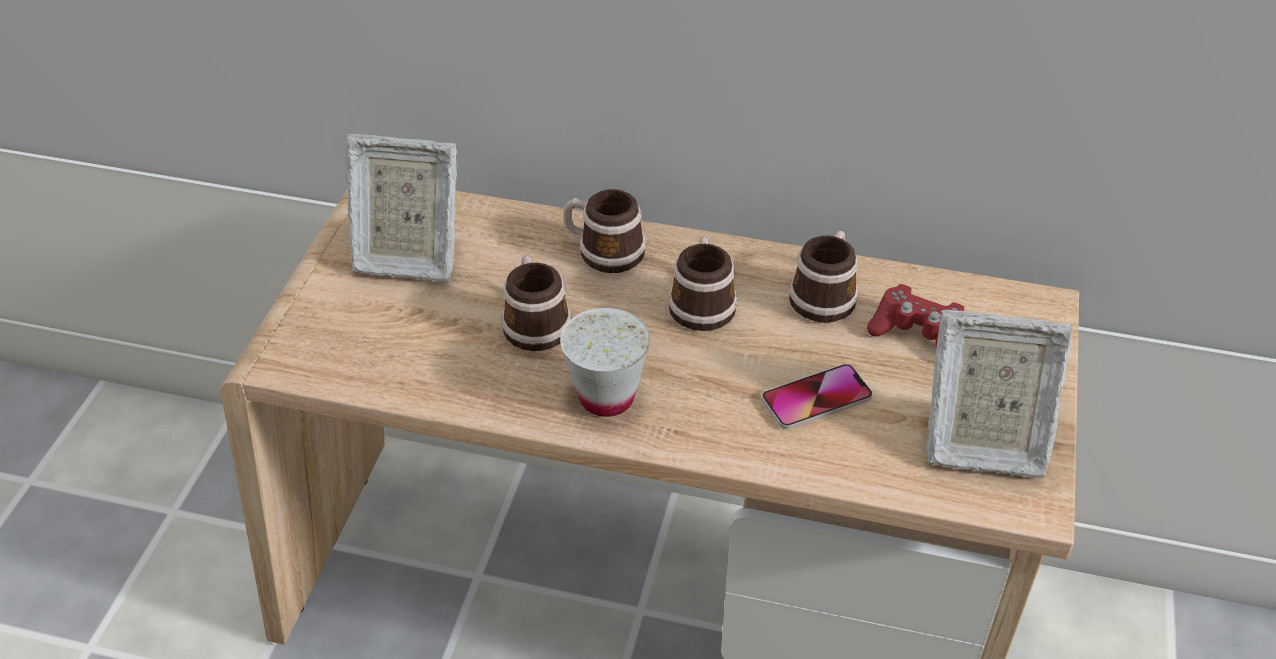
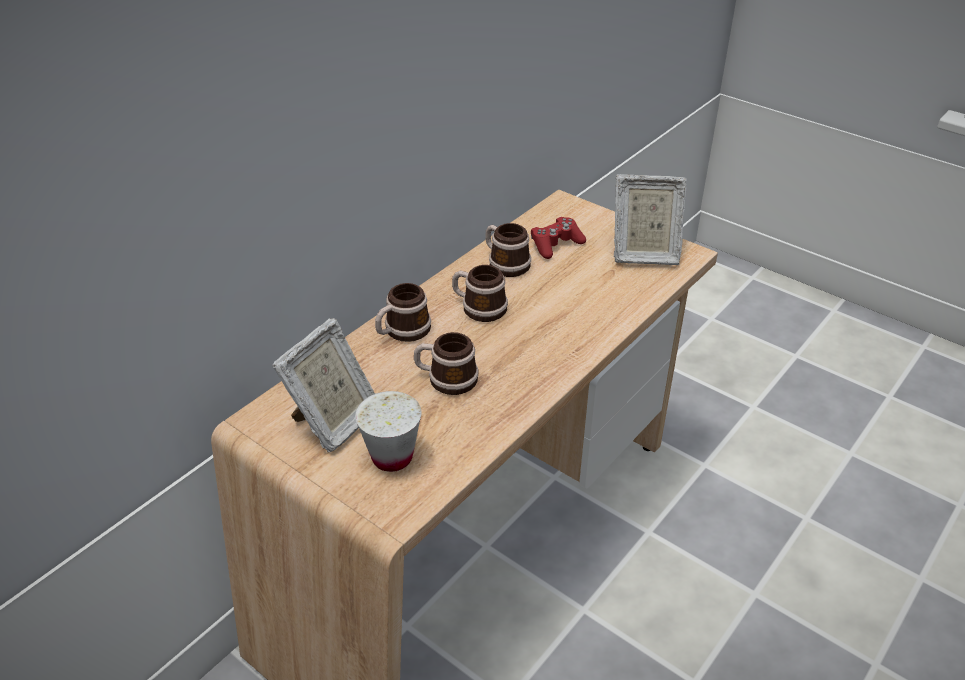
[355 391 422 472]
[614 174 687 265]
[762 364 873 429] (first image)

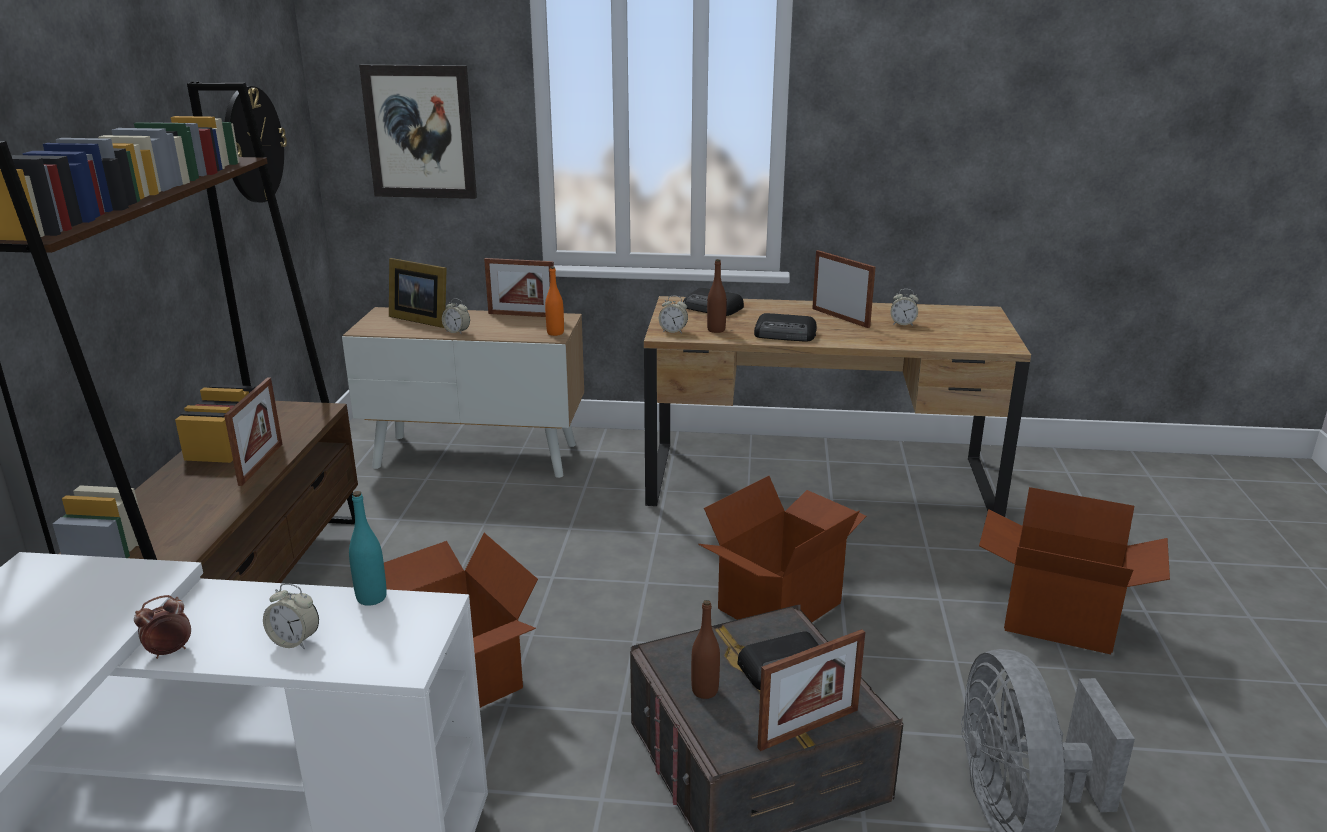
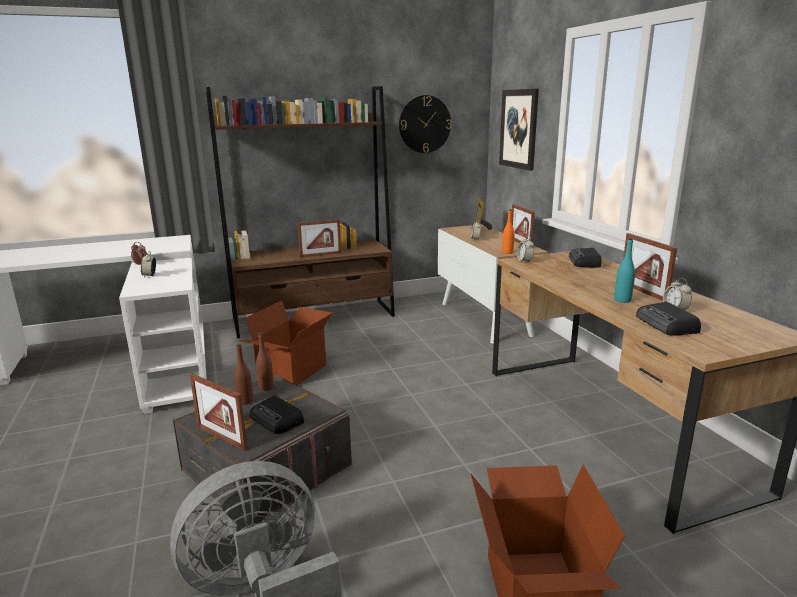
[623 233 677 301]
[256 333 274 391]
[636 302 701 336]
[698 476 866 622] (first image)
[614 238 635 303]

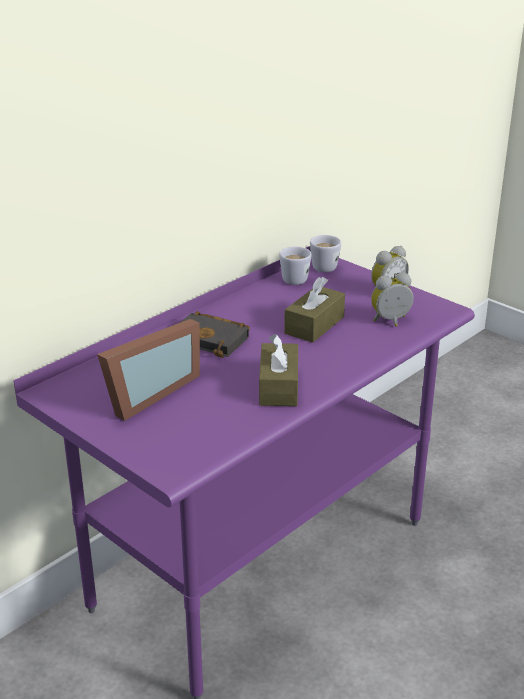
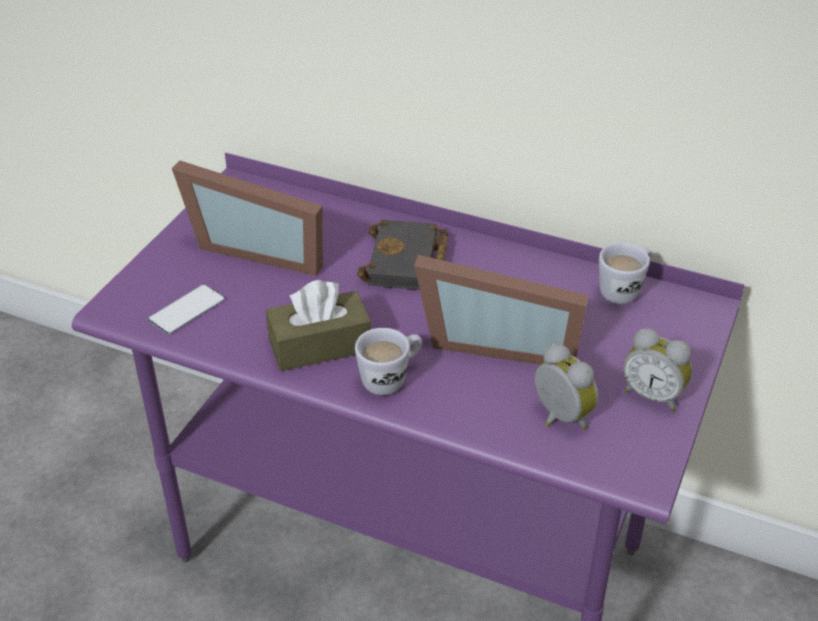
[355 328 422 395]
[414 255 588 365]
[147 284 225 334]

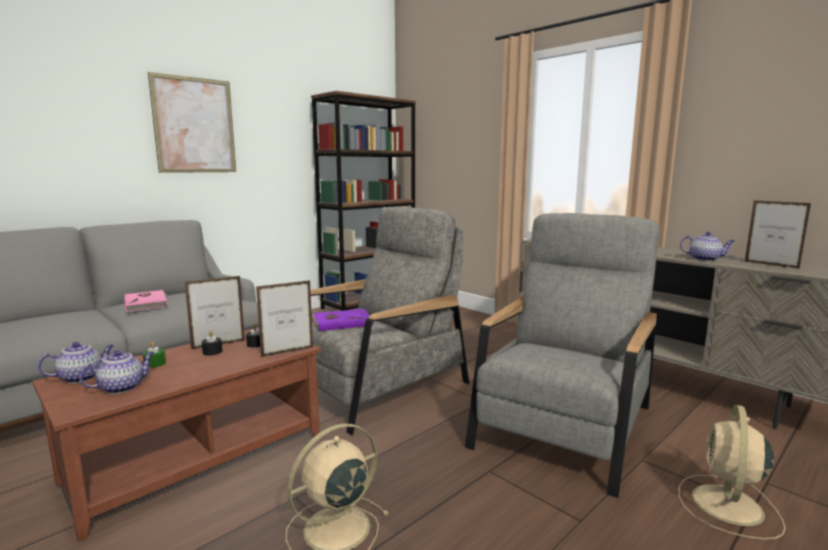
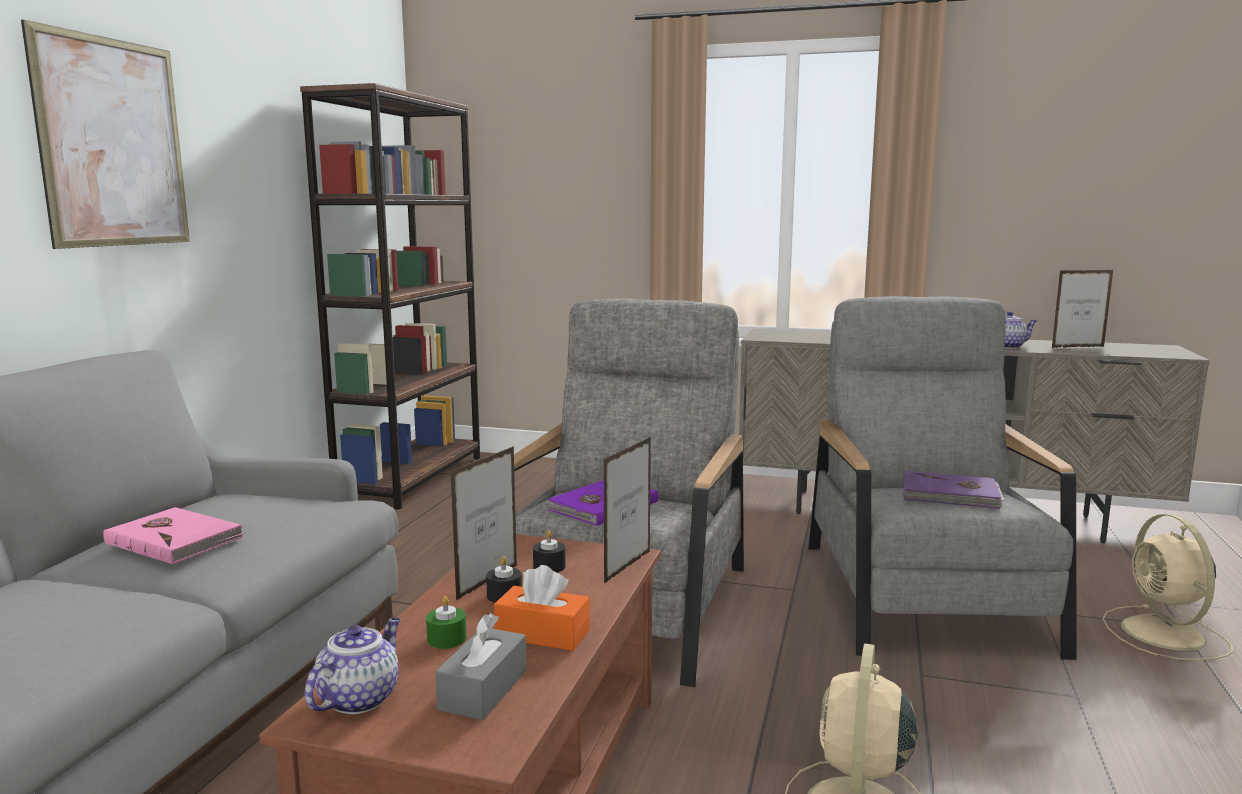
[1051 270 1113 348]
[435 613 527 720]
[903 471 1004 509]
[494 565 590 651]

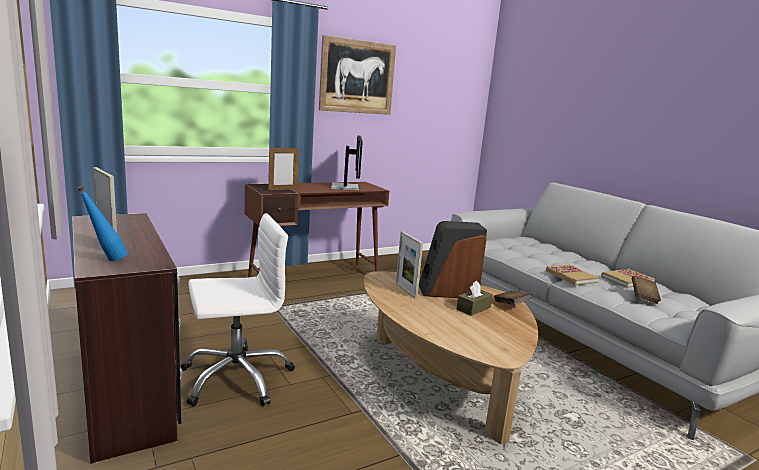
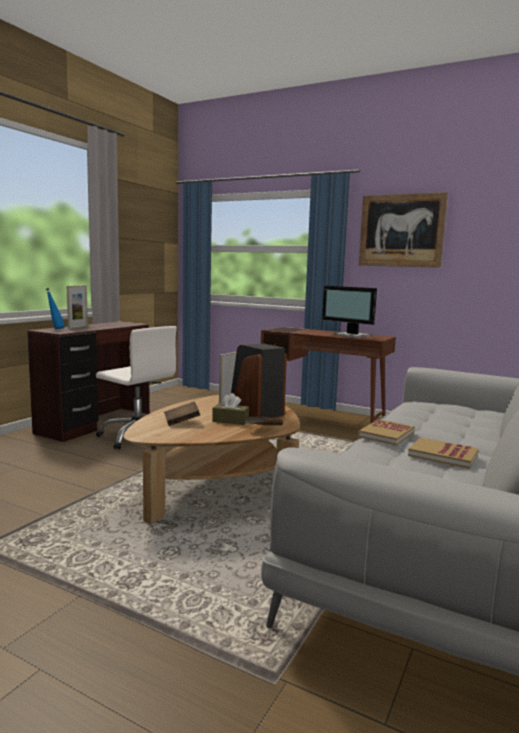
[322 286 377 338]
[268 148 299 190] (first image)
[164 402 200 426]

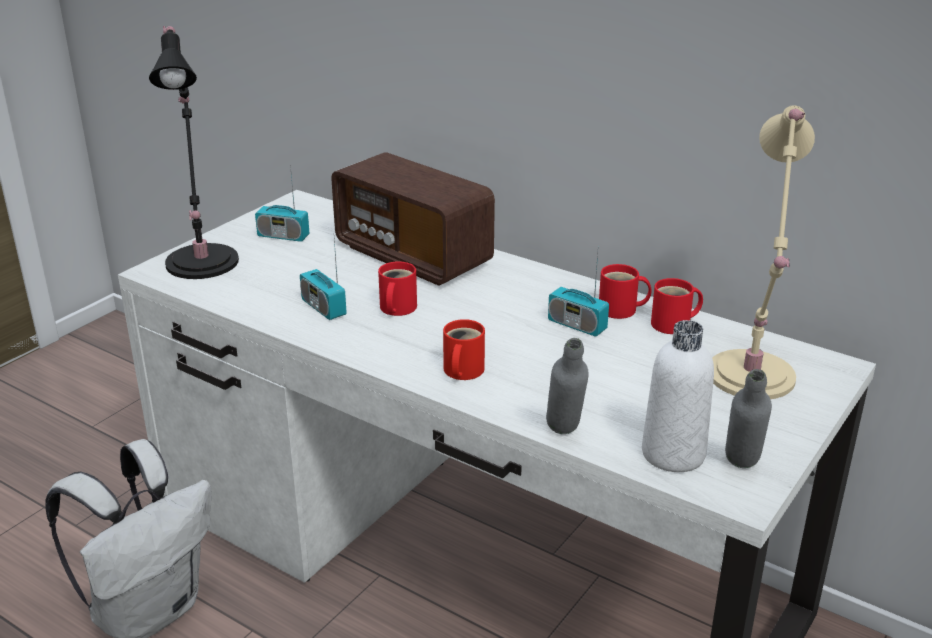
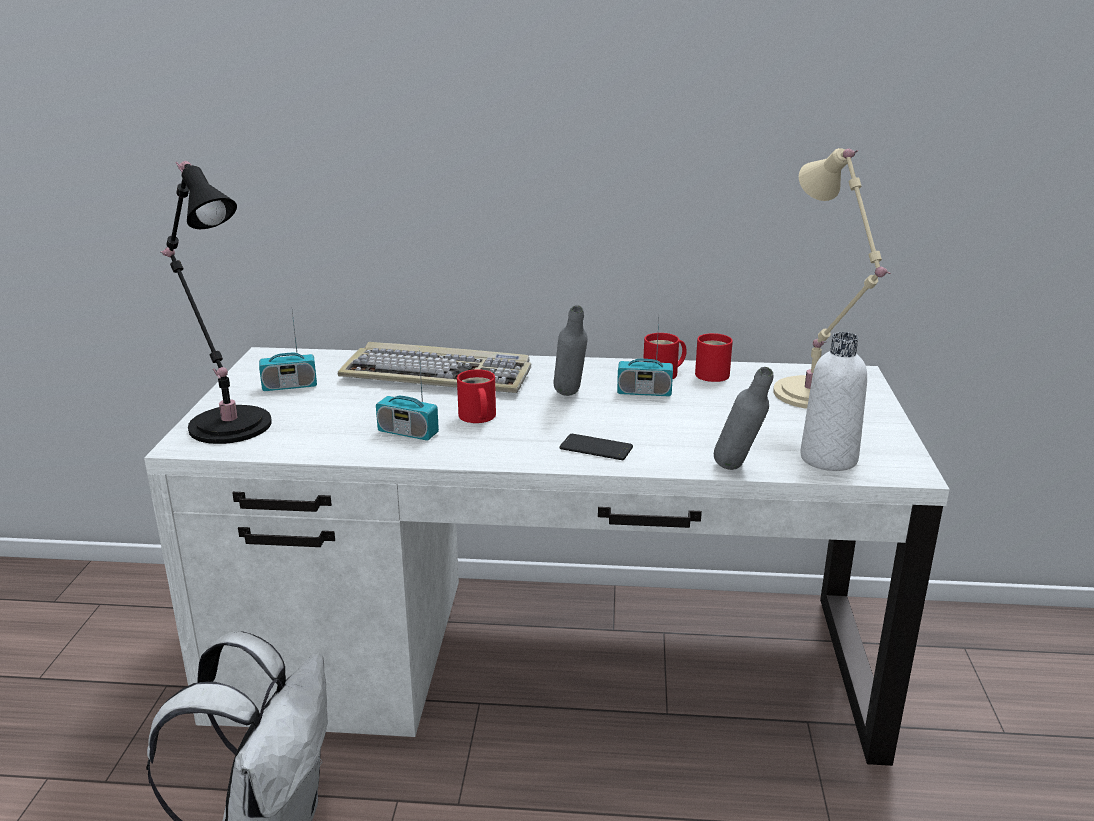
[338 342 531 393]
[559 434 633 460]
[554 305 588 396]

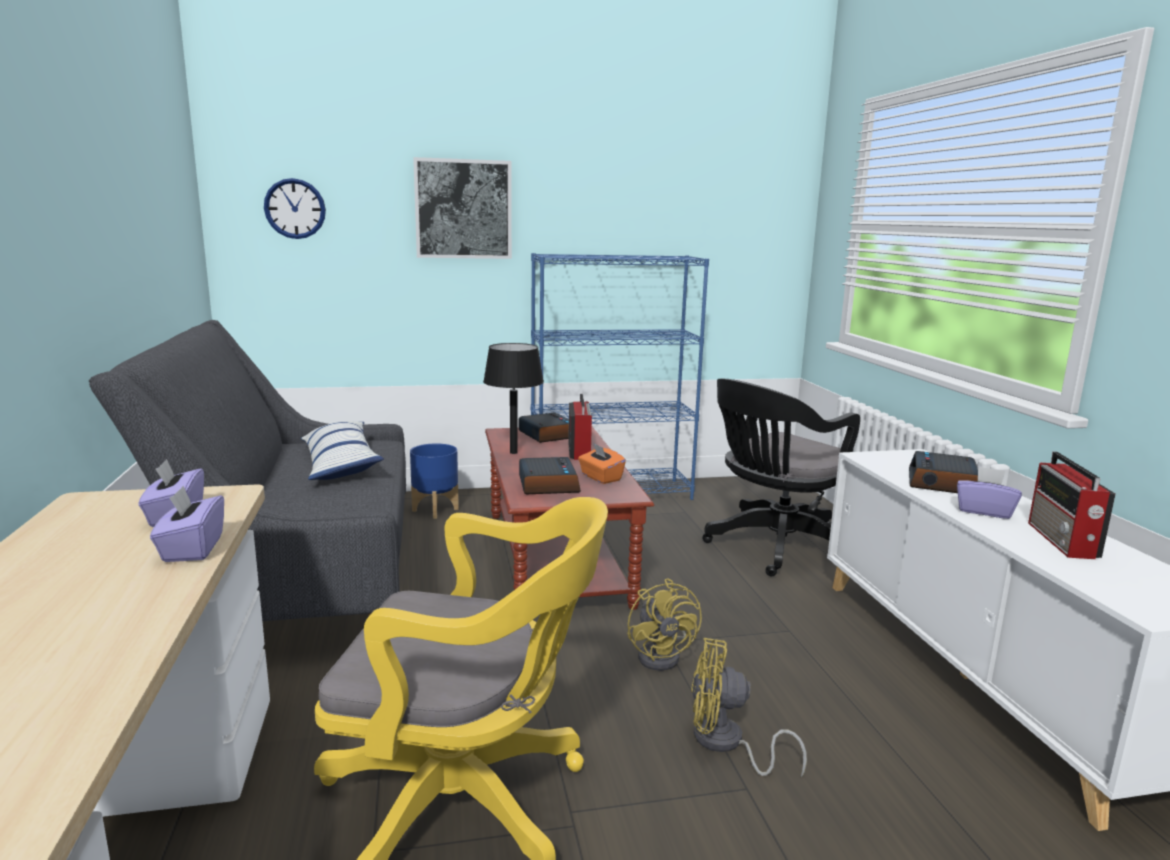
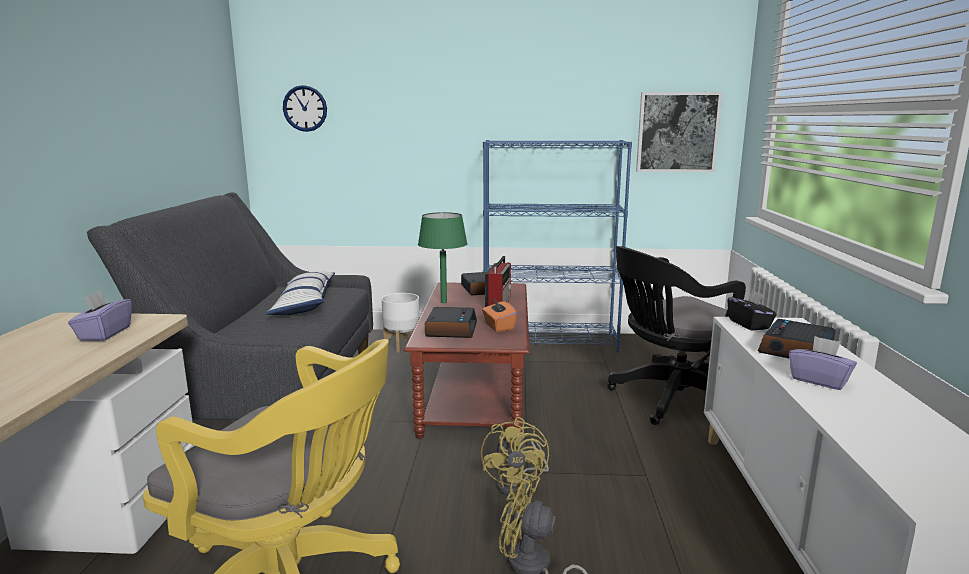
[636 92 722 172]
[418 212 467 303]
[382 293 420 353]
[1028 452 1116 559] (first image)
[150 486 224 562] (first image)
[727 290 777 331]

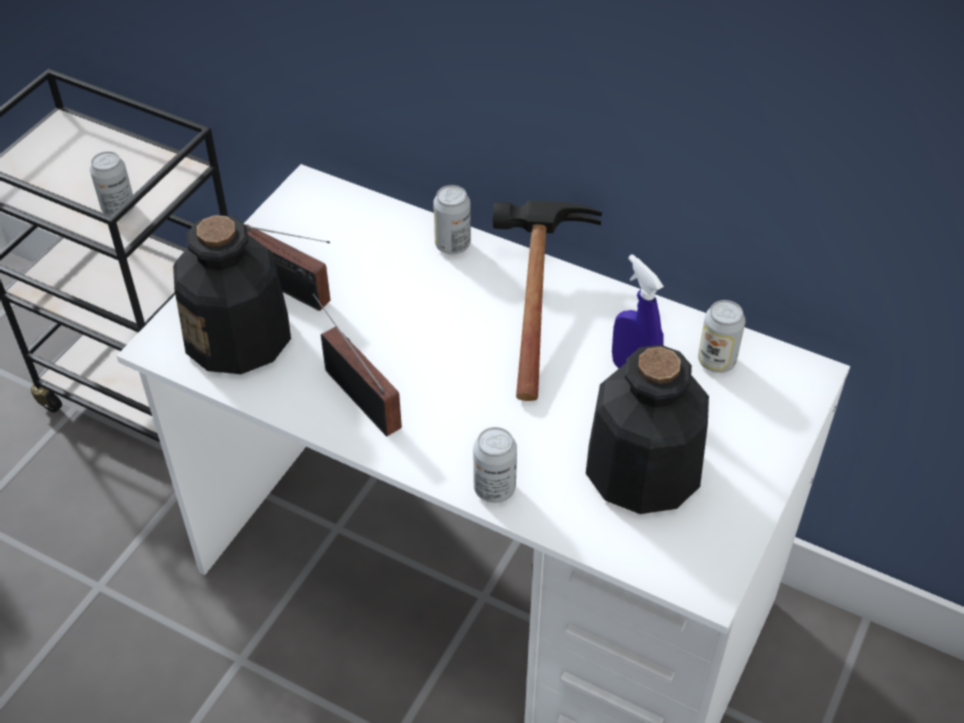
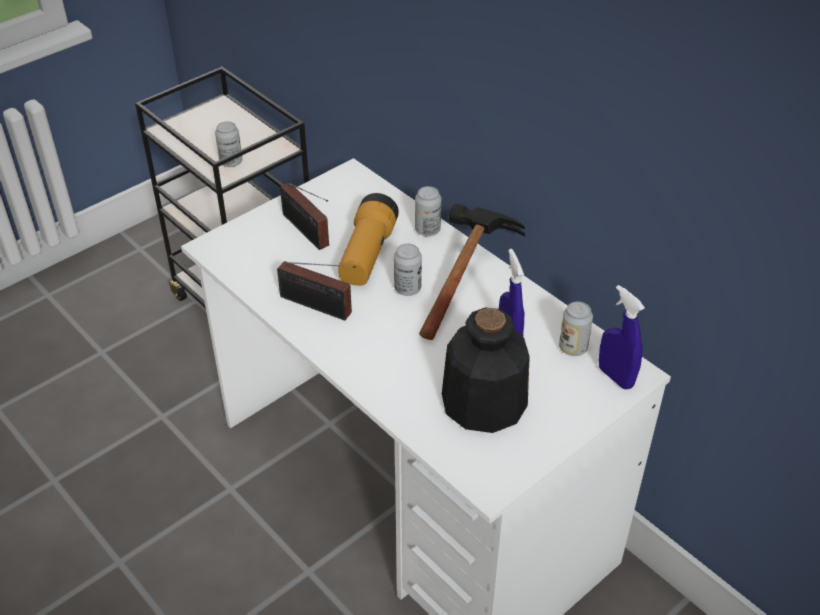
[173 215 291 374] (first image)
[277 261 356 320]
[394 244 422 296]
[338 193 399 286]
[599 285 645 390]

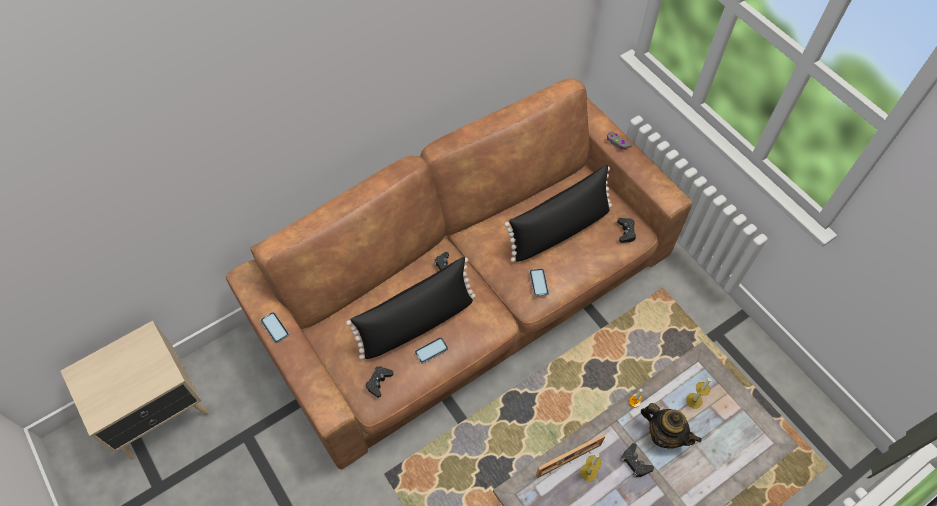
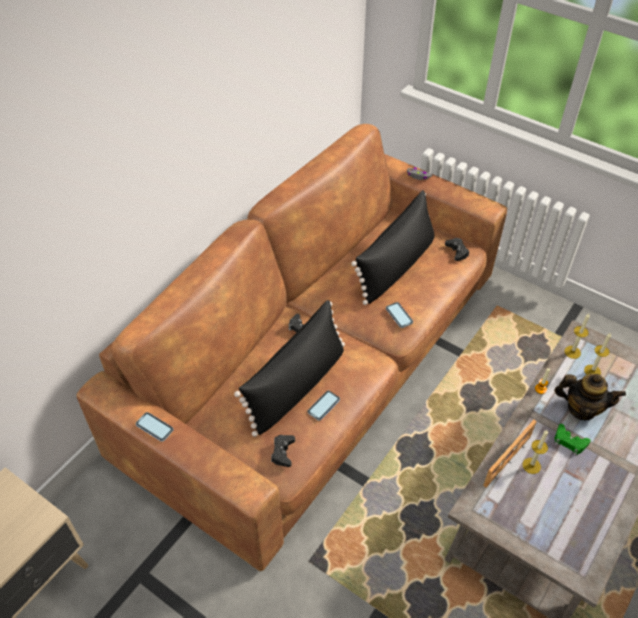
[554 424 591 455]
[564 313 590 359]

